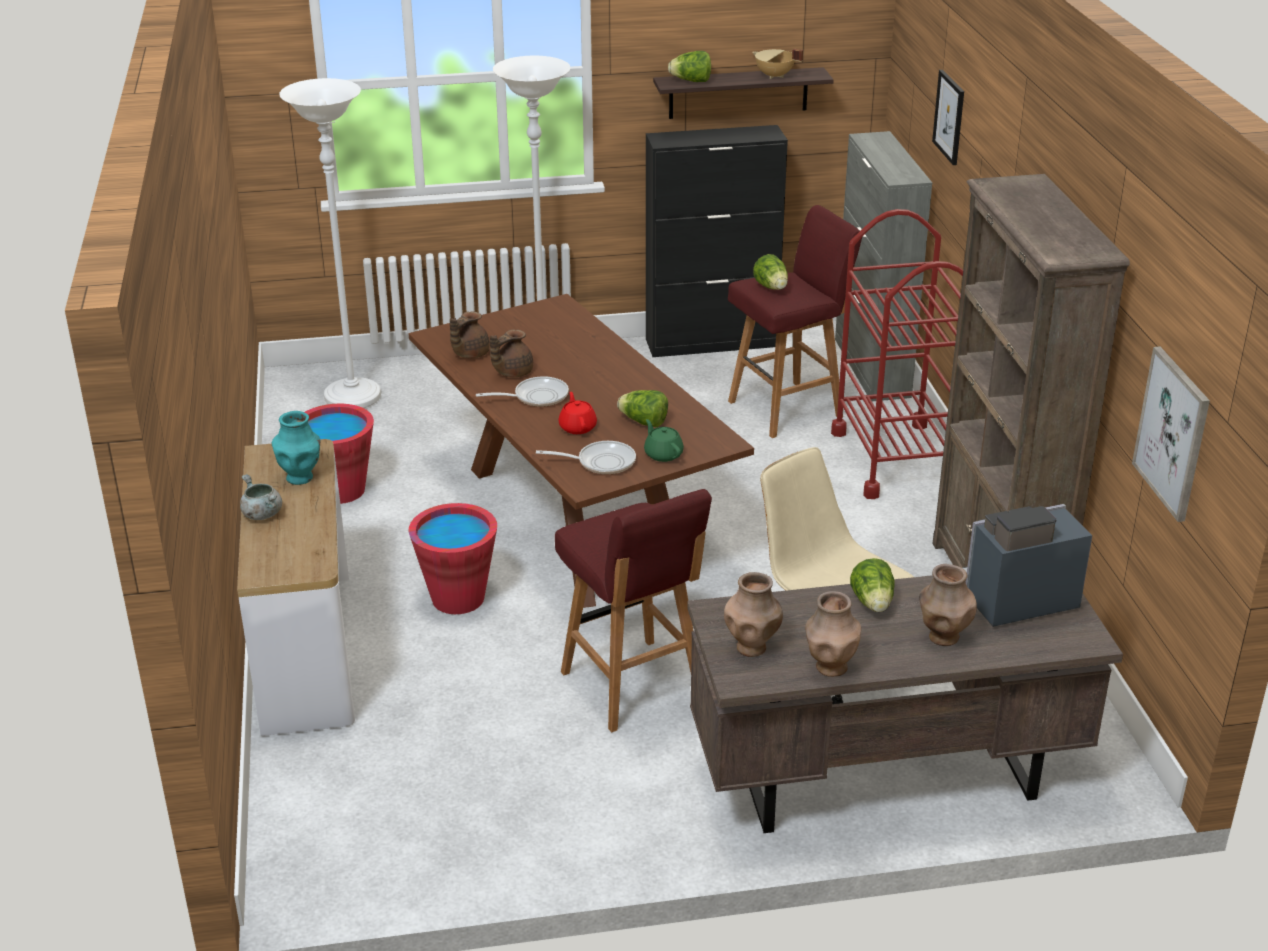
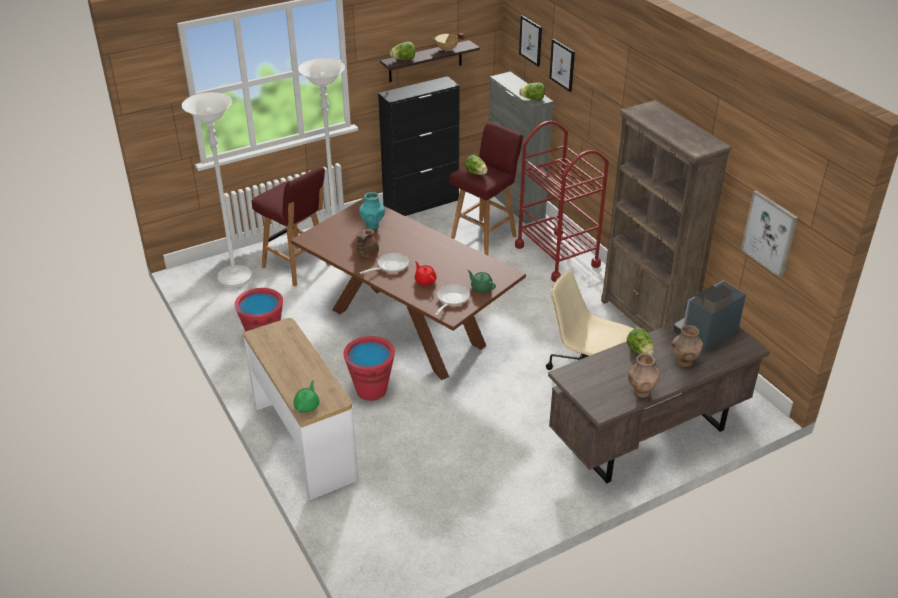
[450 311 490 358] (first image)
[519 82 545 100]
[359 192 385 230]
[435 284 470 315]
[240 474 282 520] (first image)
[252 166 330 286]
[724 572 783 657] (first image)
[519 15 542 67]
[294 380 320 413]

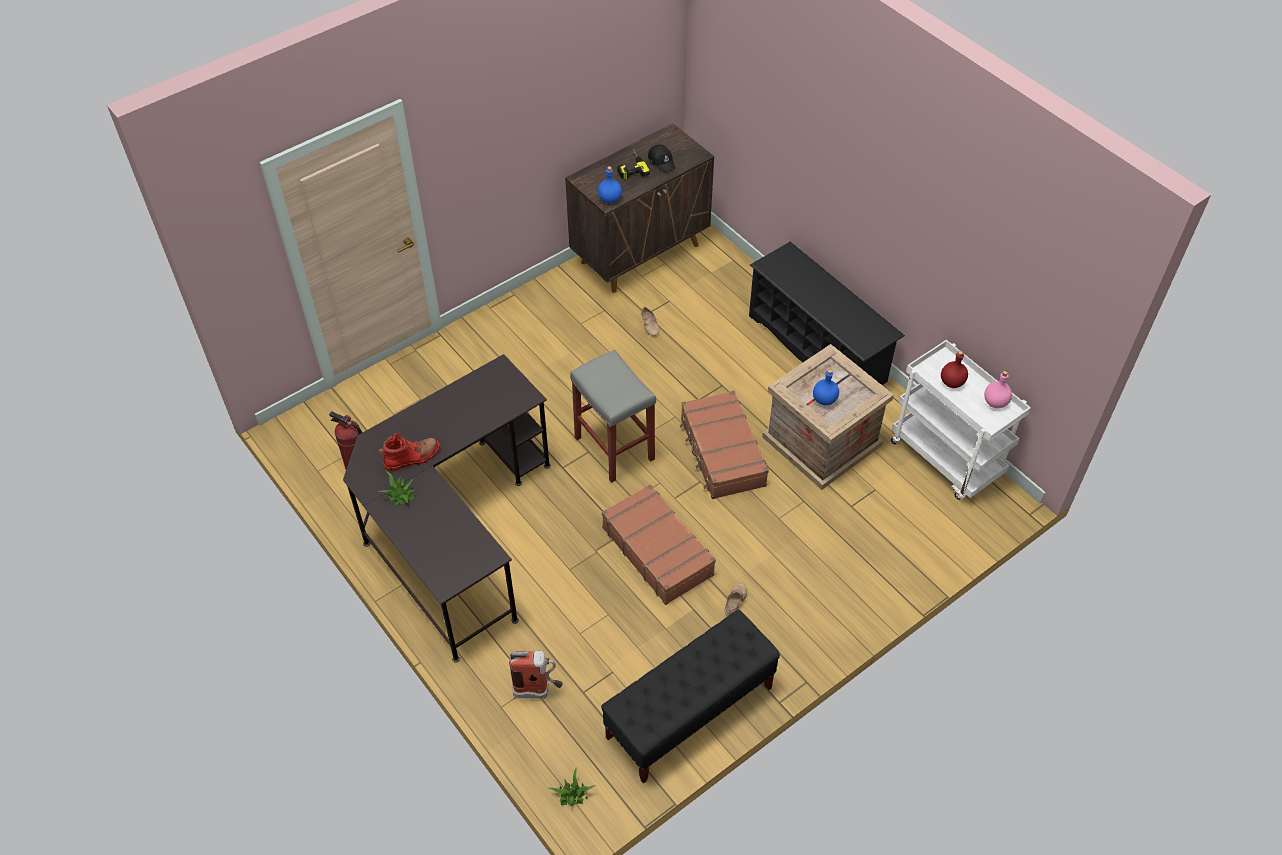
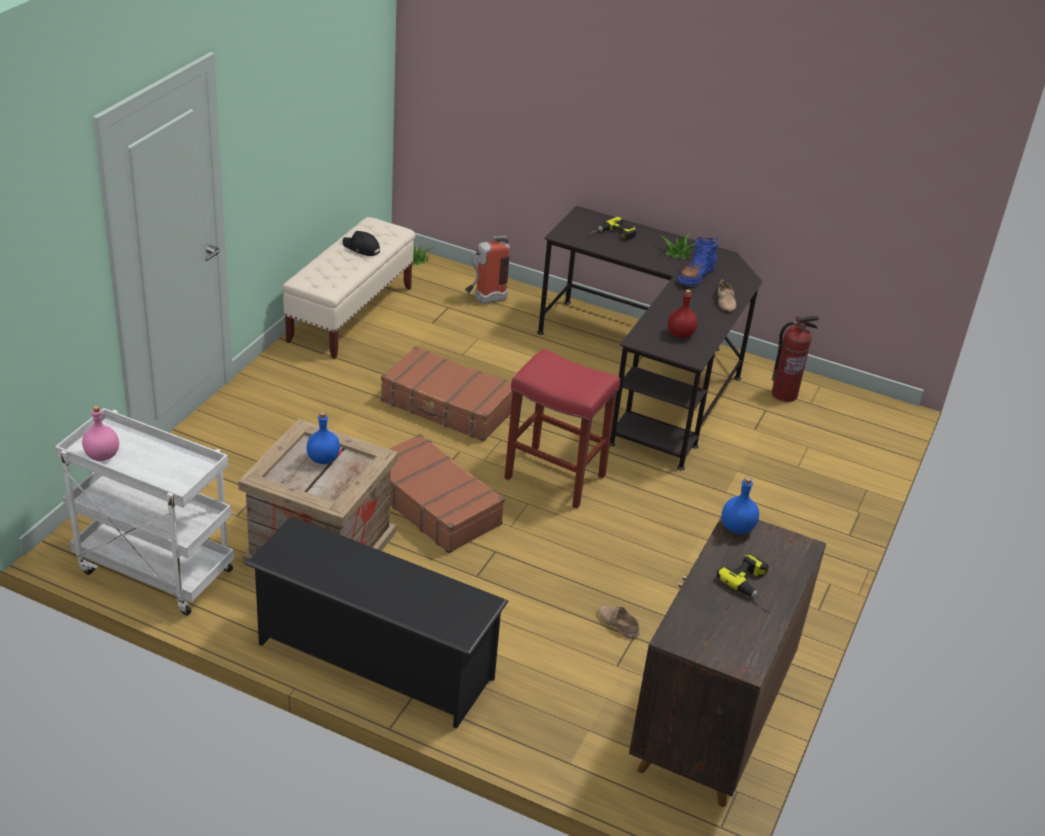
[342 231 380 256]
[505 349 620 509]
[668 289 698 338]
[677 236 719 286]
[718 279 736 312]
[282 217 415 359]
[589 217 637 241]

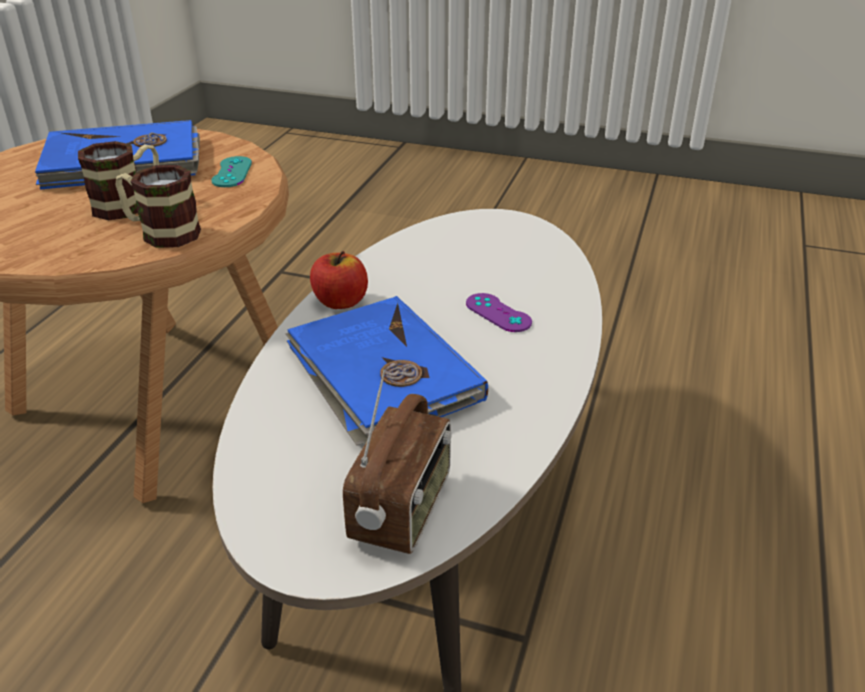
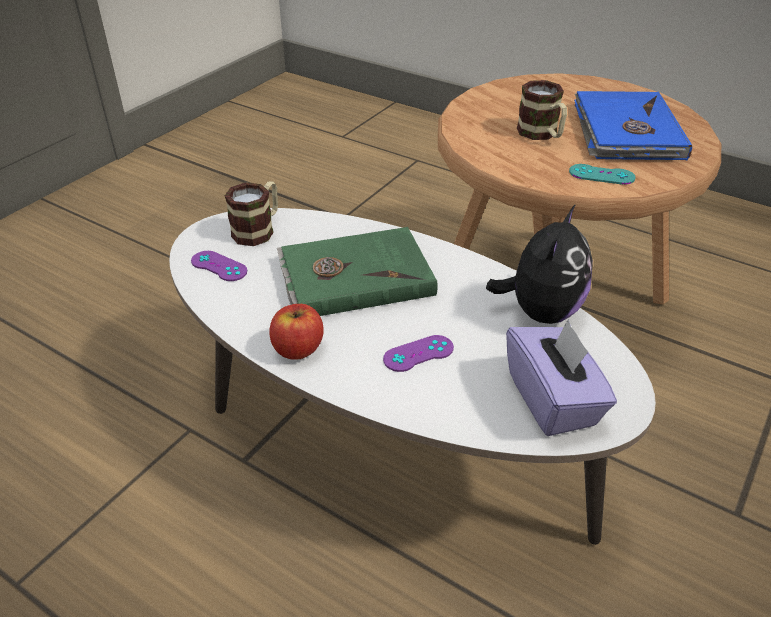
[225 181 278 246]
[269 304 324 360]
[277 227 437 316]
[191 251 247 281]
[486 204 593 324]
[506 319 617 436]

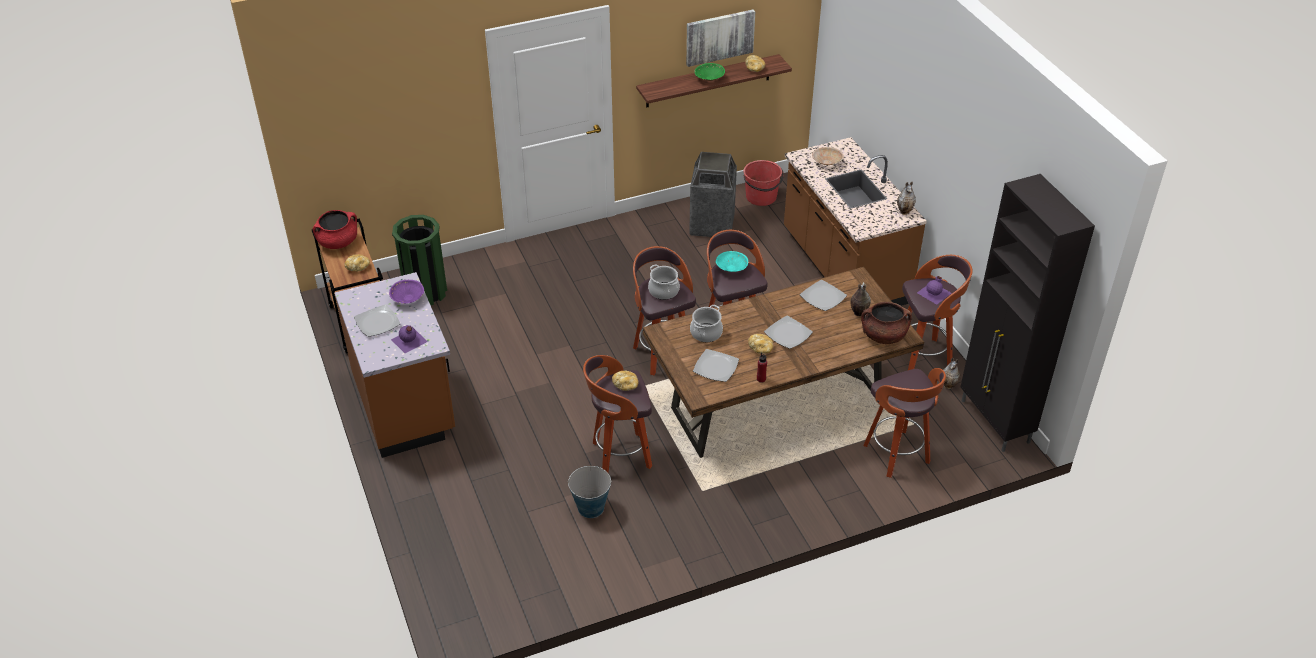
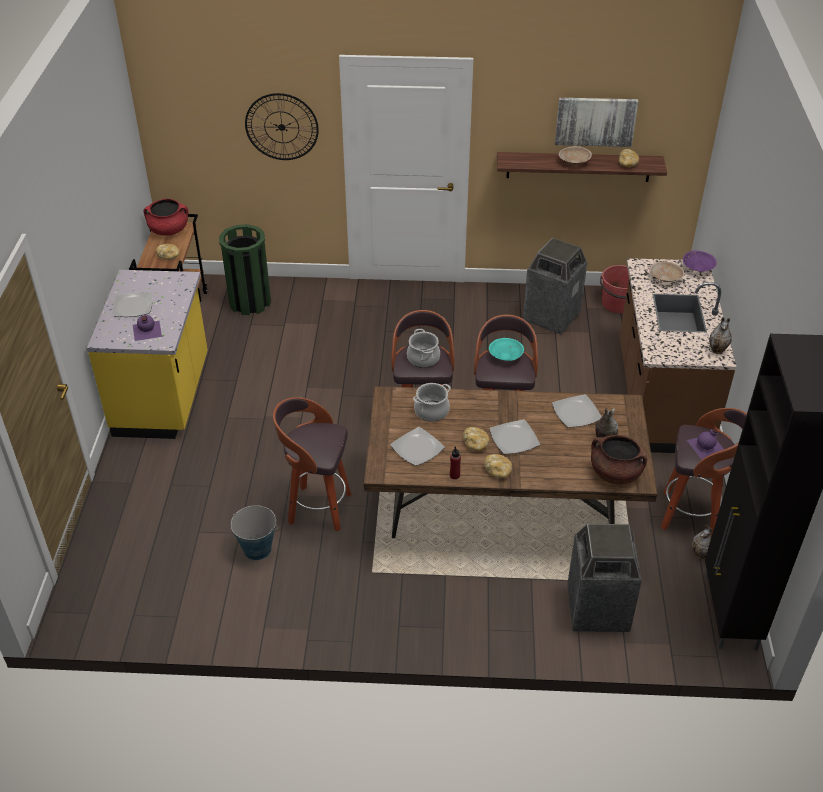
[558 146 592 165]
[87 270 208 439]
[683 251 717 272]
[567 524 642 632]
[484 454 512 478]
[245 93 319 160]

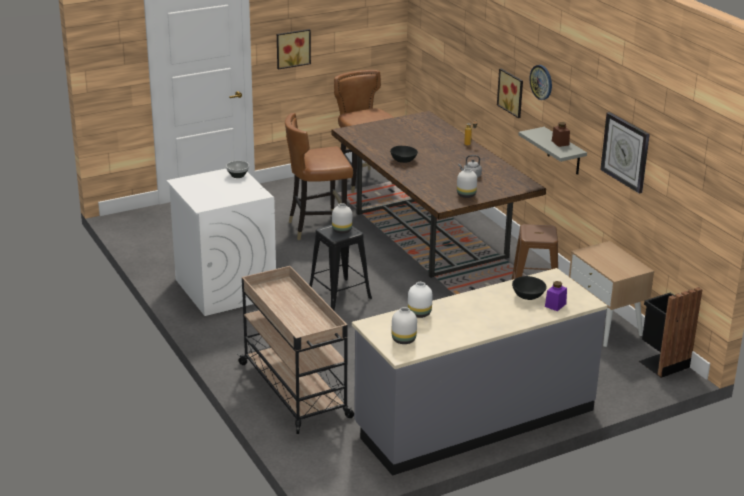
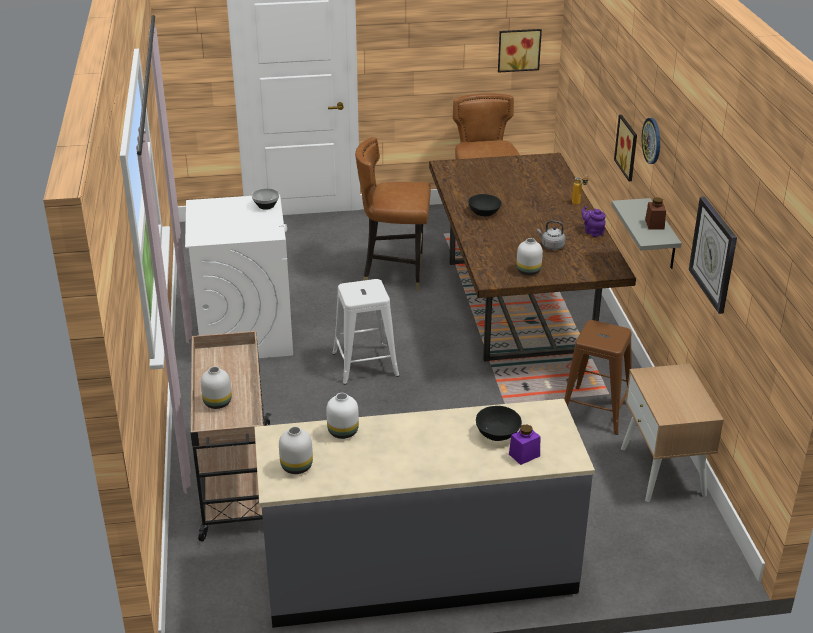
[498 29 542 73]
[201 367 232 409]
[332 279 400 385]
[639 287 702 378] (first image)
[581 206 606 237]

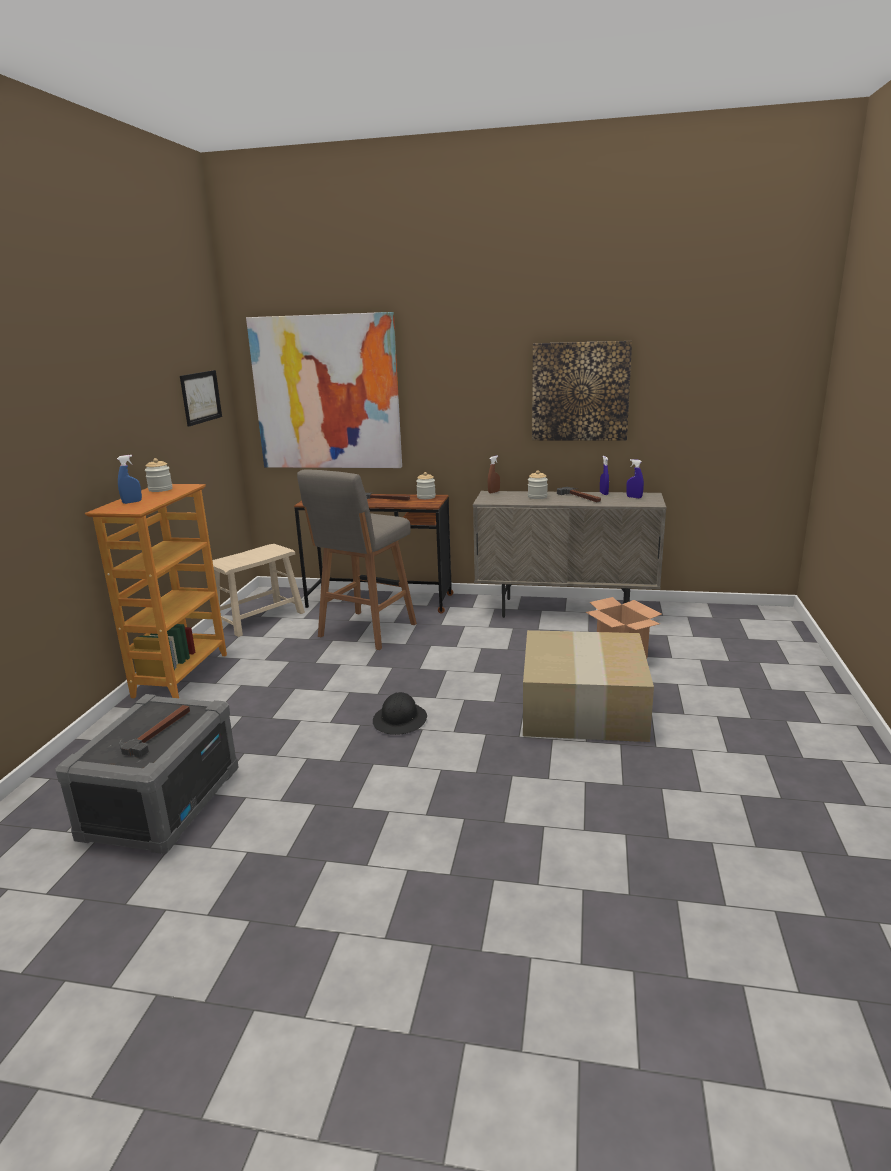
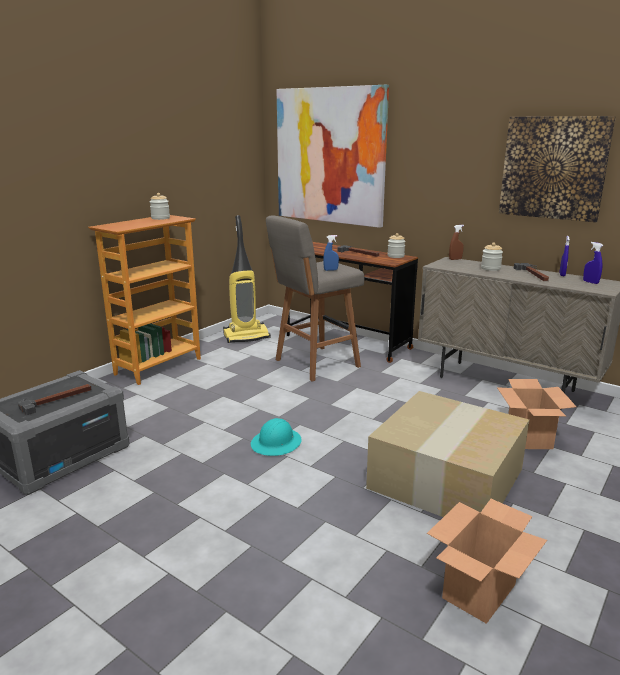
[180 370 222 427] (first image)
[323 235 339 271]
[223 215 271 343]
[251 418 302 456]
[427 499 547 624]

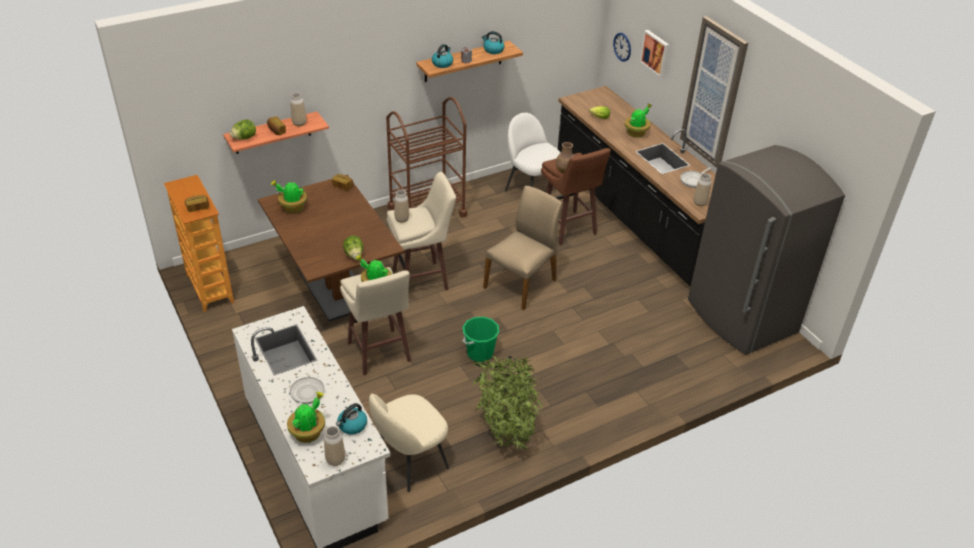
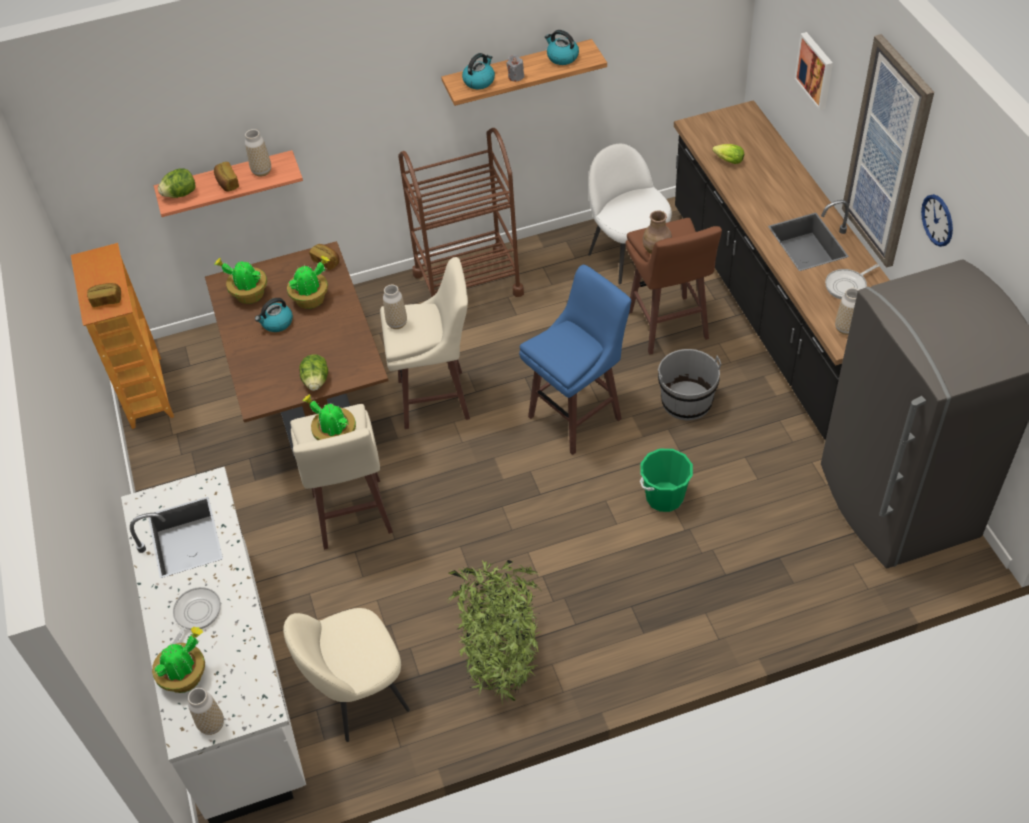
[921 194 953 247]
[287 256 330 309]
[519 265 631 455]
[640 449 693 512]
[255 298 293 332]
[658 349 721 420]

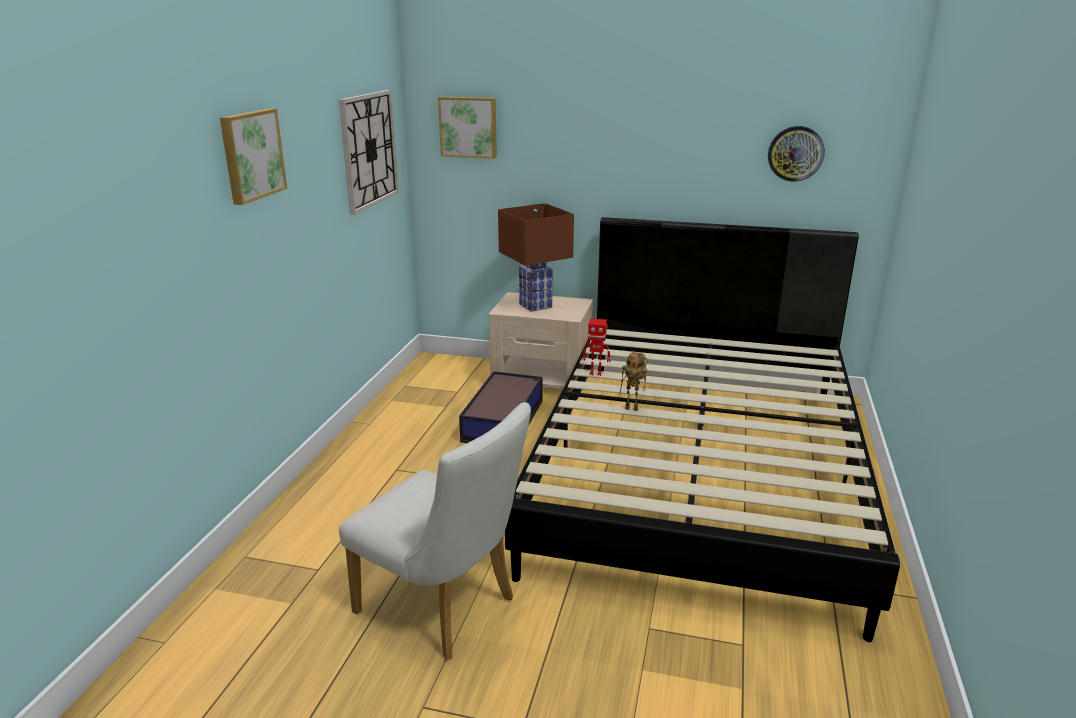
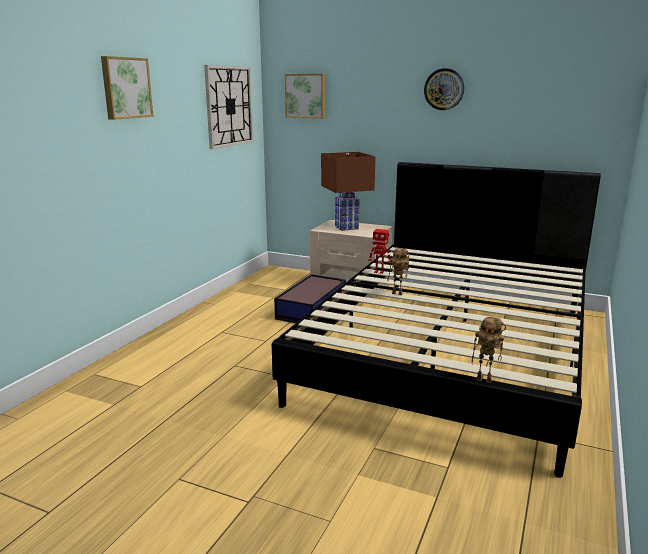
[424 68 464 110]
[339 402 531 660] (first image)
[472 317 506 383]

